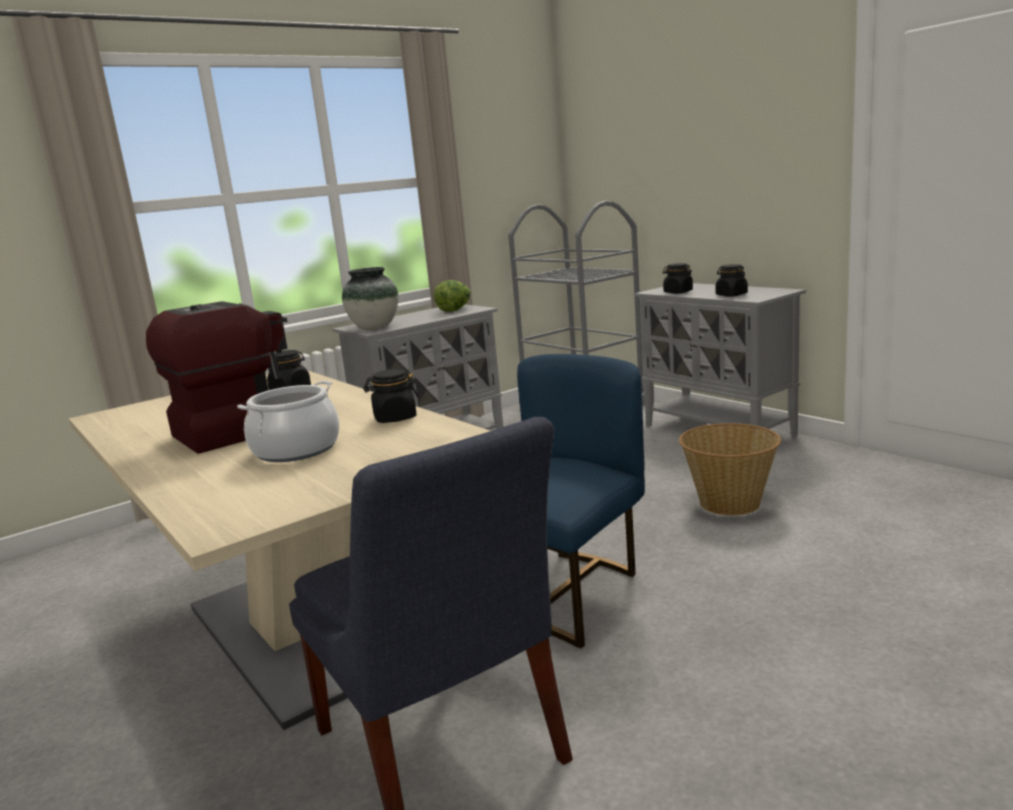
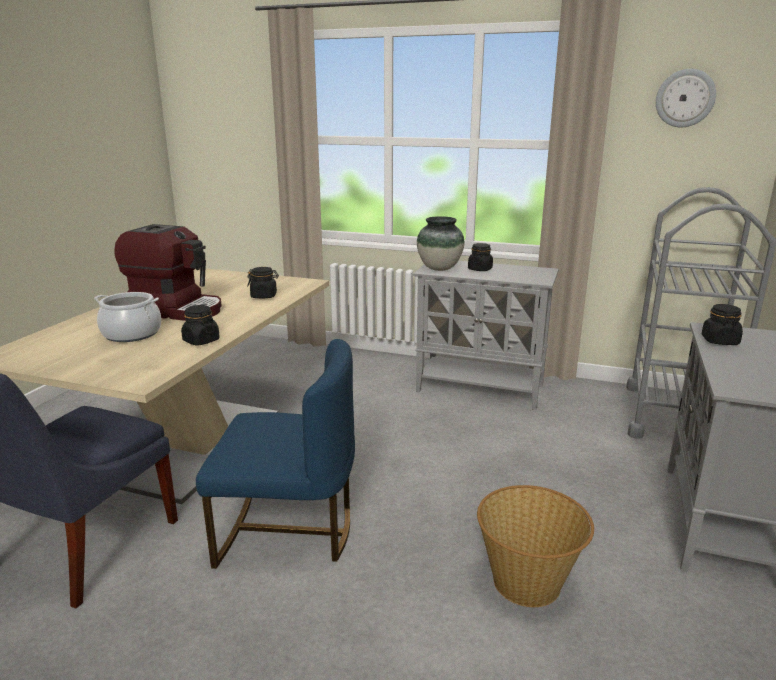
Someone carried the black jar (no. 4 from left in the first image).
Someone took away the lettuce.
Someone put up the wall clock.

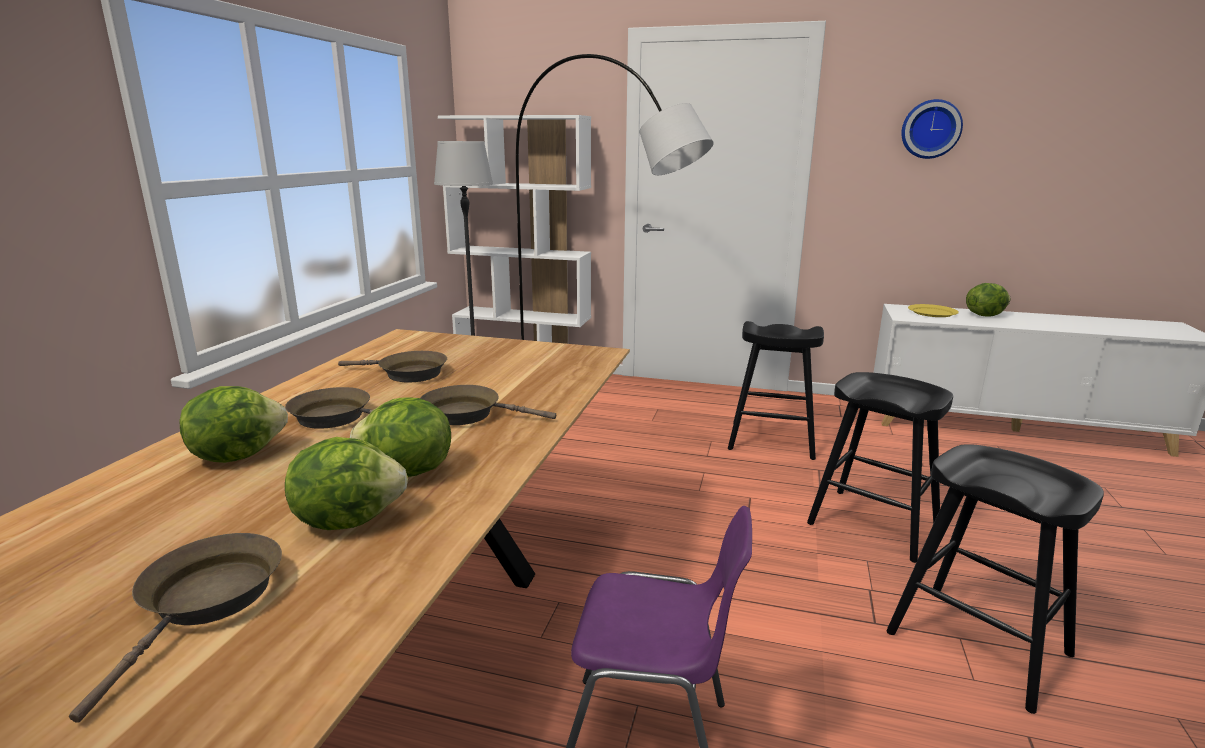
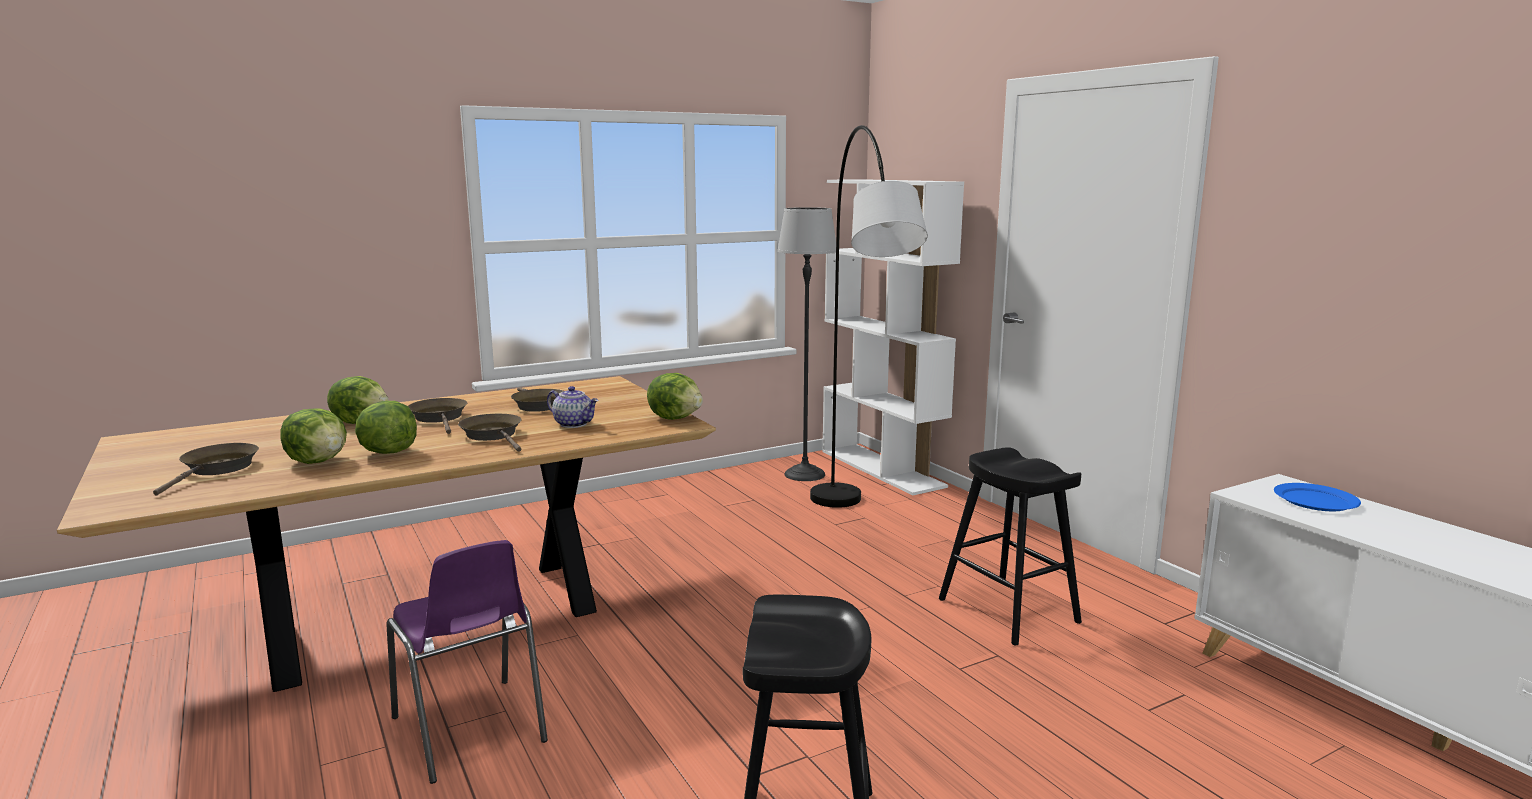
Someone took away the wall clock.
Someone carried the lettuce (no. 4 from left).
Someone repainted the yellow plate, which became the blue plate.
Someone took away the black stool (no. 2 from left).
Someone rotated the brown frying pan (no. 1 from left) by 45 degrees counterclockwise.
Someone put down the teapot.

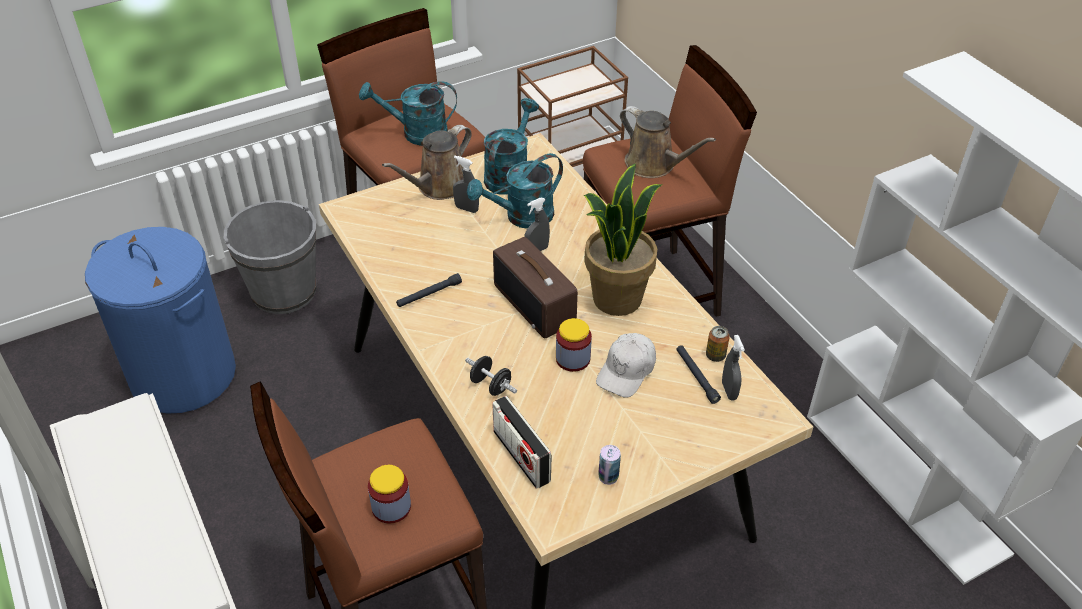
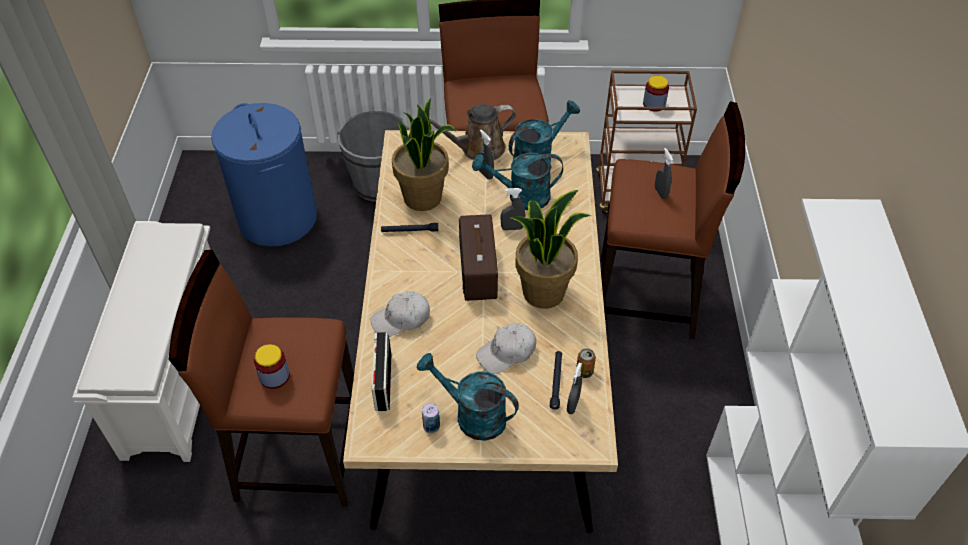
Someone carried the turquoise watering can (no. 1 from left).
Someone swapped the brown watering can (no. 2 from left) for the grey spray bottle (no. 4 from left).
Someone carried the jar (no. 2 from left).
Someone swapped the black dumbbell for the white cap (no. 1 from left).
Someone put down the potted plant (no. 1 from left).

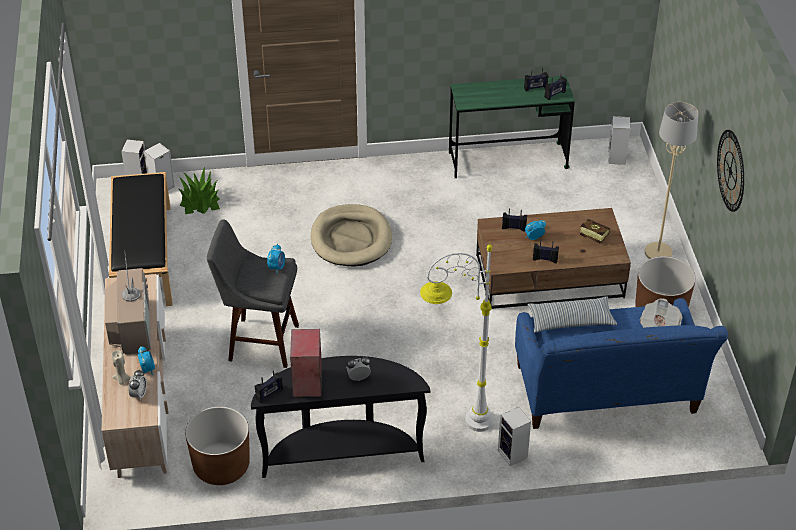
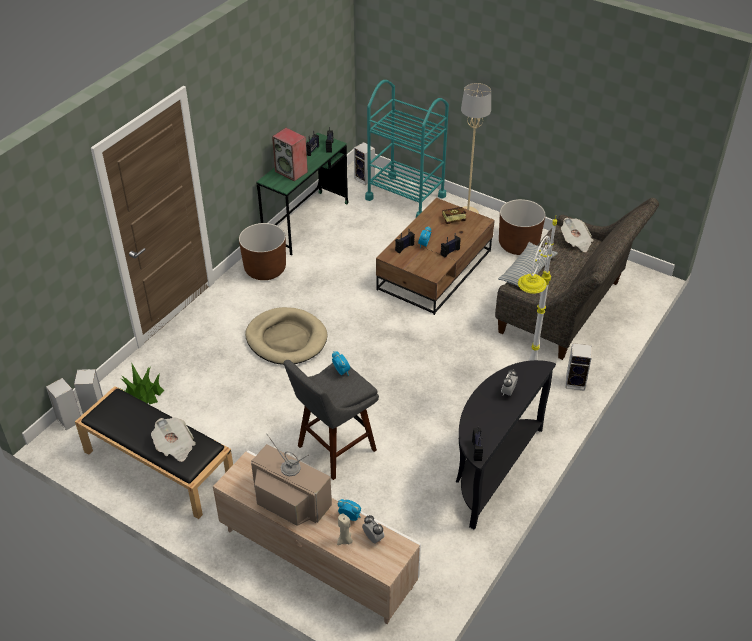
Someone took away the wall clock.
Someone repainted the blue sofa, which became the grey sofa.
Someone carried the speaker (no. 3 from left).
Someone carried the brown planter (no. 1 from left).
Someone put down the turquoise cart.
Someone put down the newspaper (no. 1 from left).

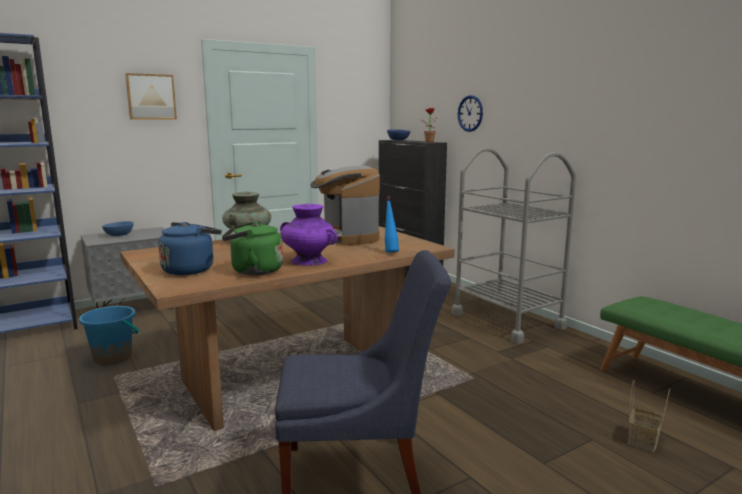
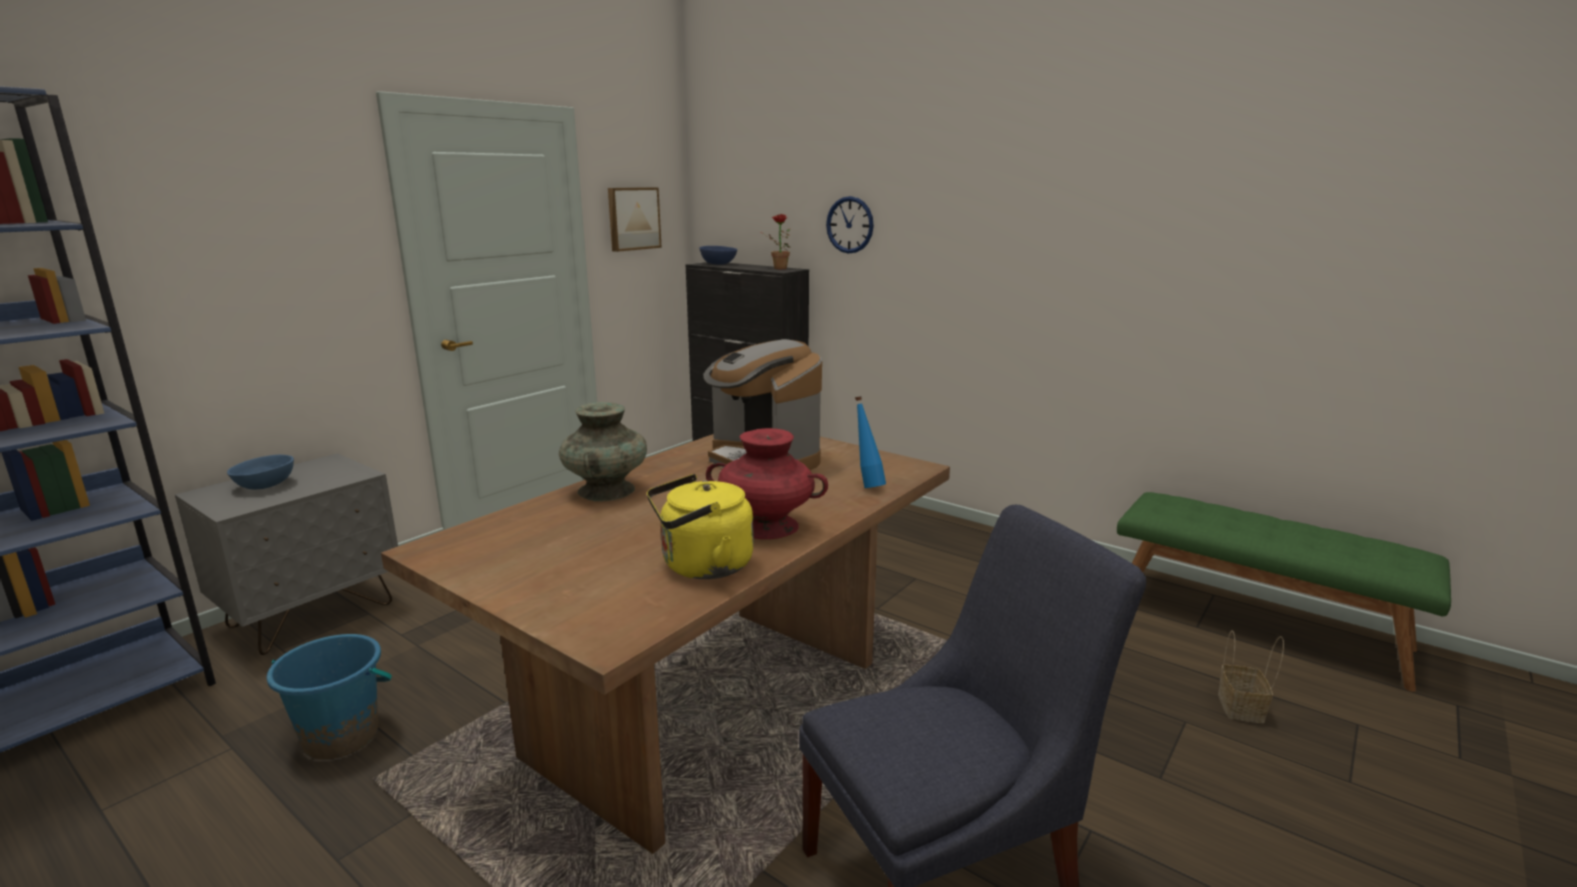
Someone carried the picture.
Someone took away the grey cart.
Someone repainted the purple vase, which became the red vase.
Someone repainted the green kettle, which became the yellow kettle.
Someone took away the blue kettle.

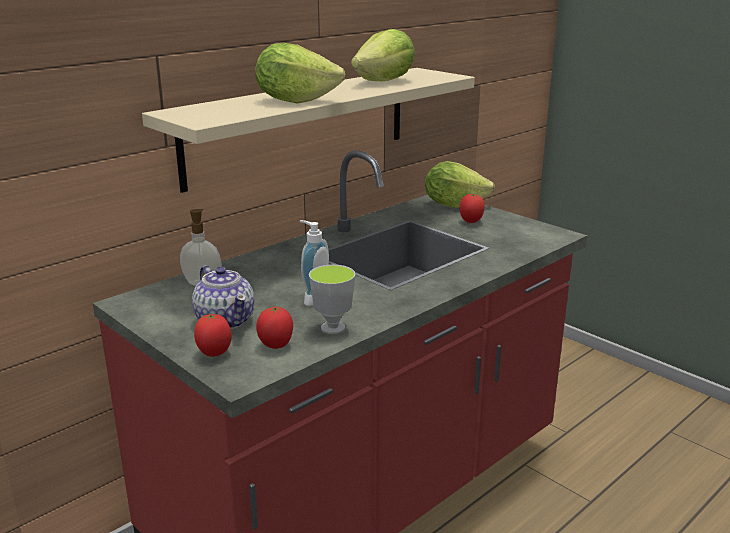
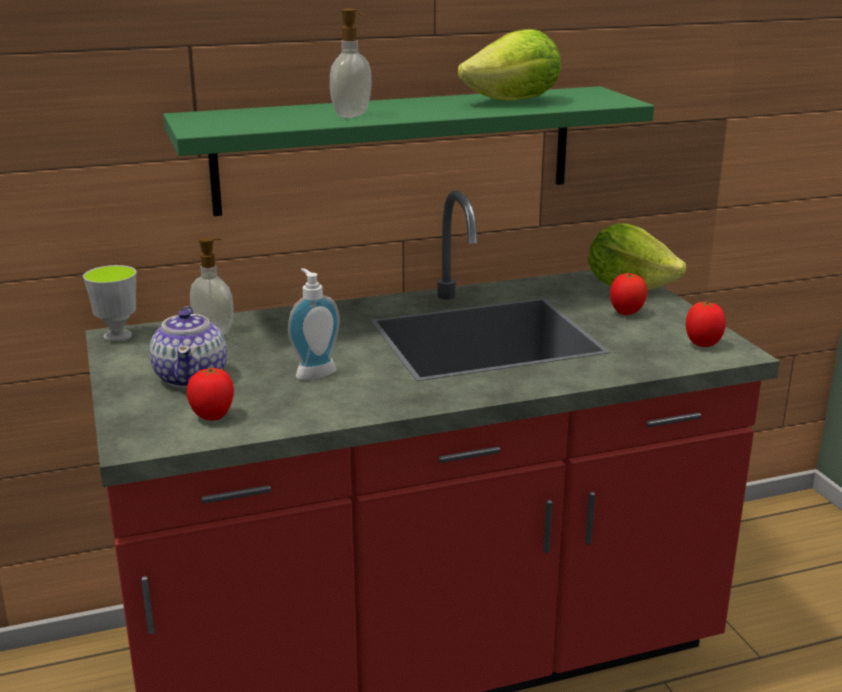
Someone swapped the lettuce (no. 1 from left) for the soap dispenser (no. 3 from left).
Someone repainted the beige shelf, which became the green shelf.
Someone carried the cup.
Someone carried the tomato (no. 1 from left in the first image).

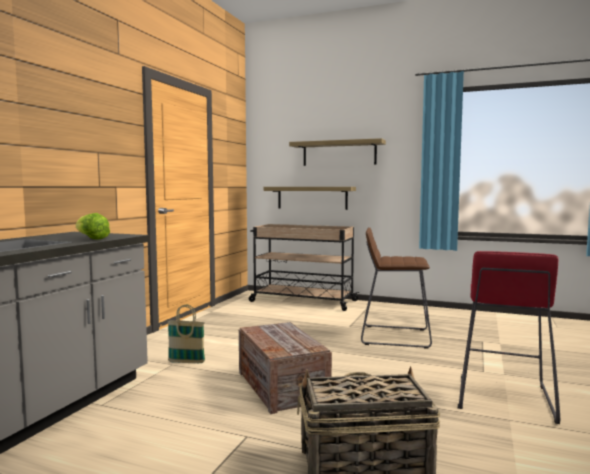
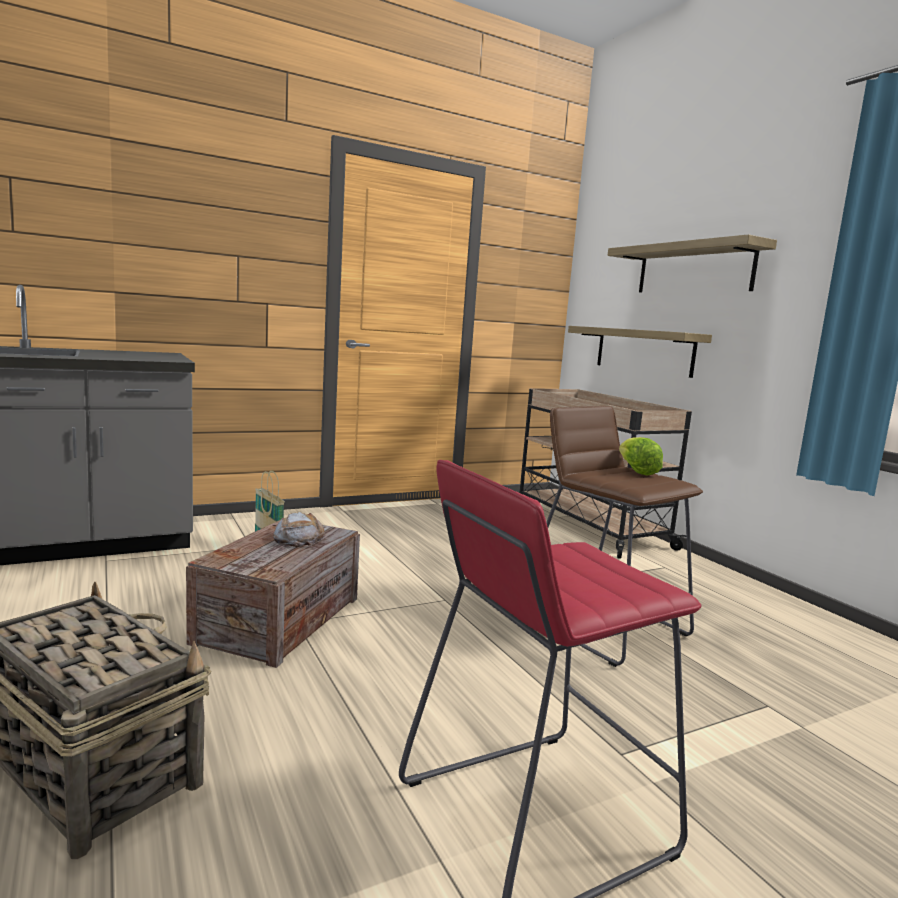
Someone carried the lettuce.
Someone put down the bread.

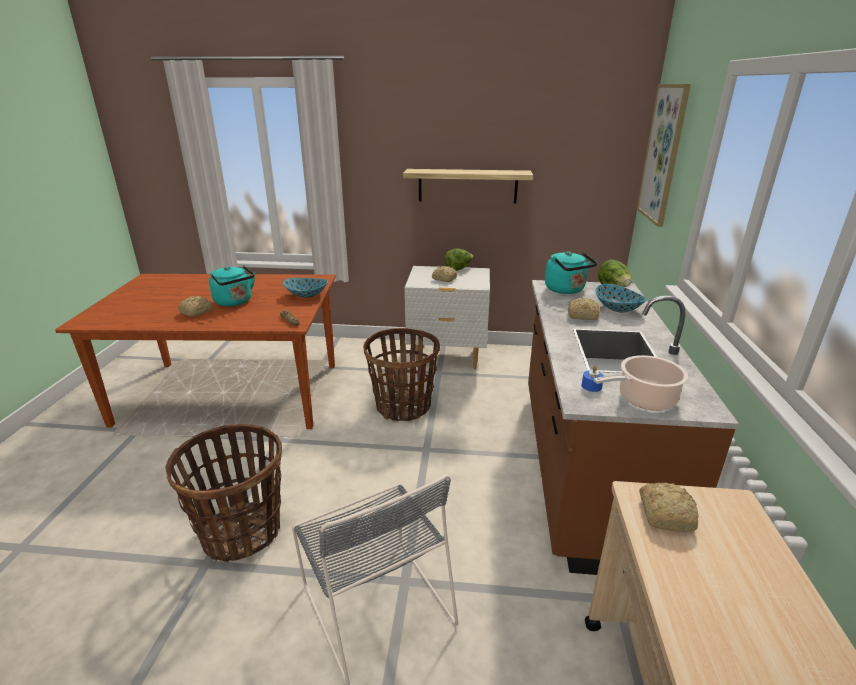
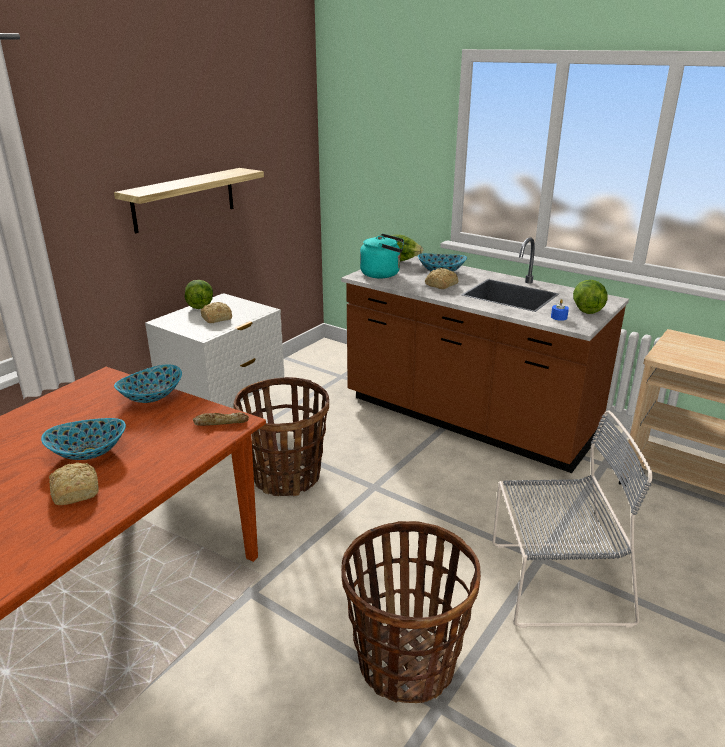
Someone took away the picture.
Someone swapped the turquoise kettle (no. 1 from left) for the bowl (no. 1 from left).
Someone swapped the cooking pot for the lettuce (no. 3 from left).
Someone took away the bread (no. 5 from left).

